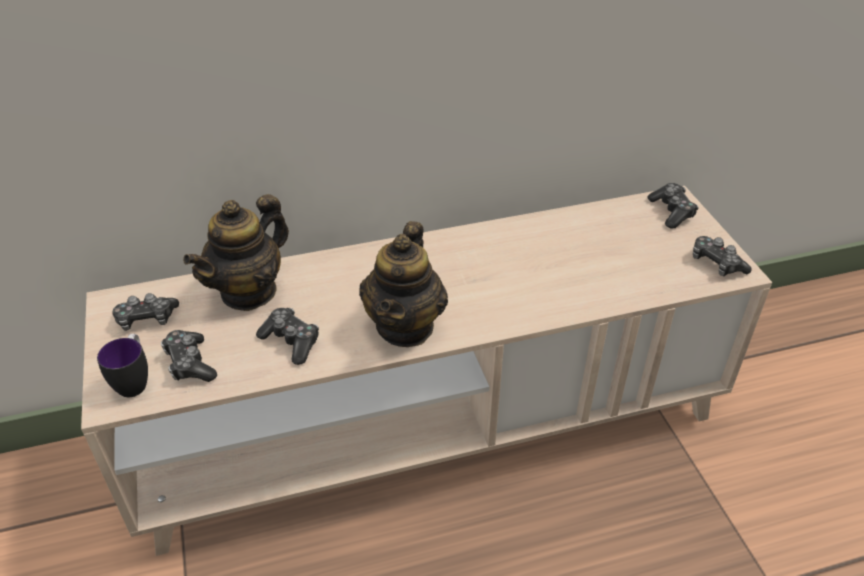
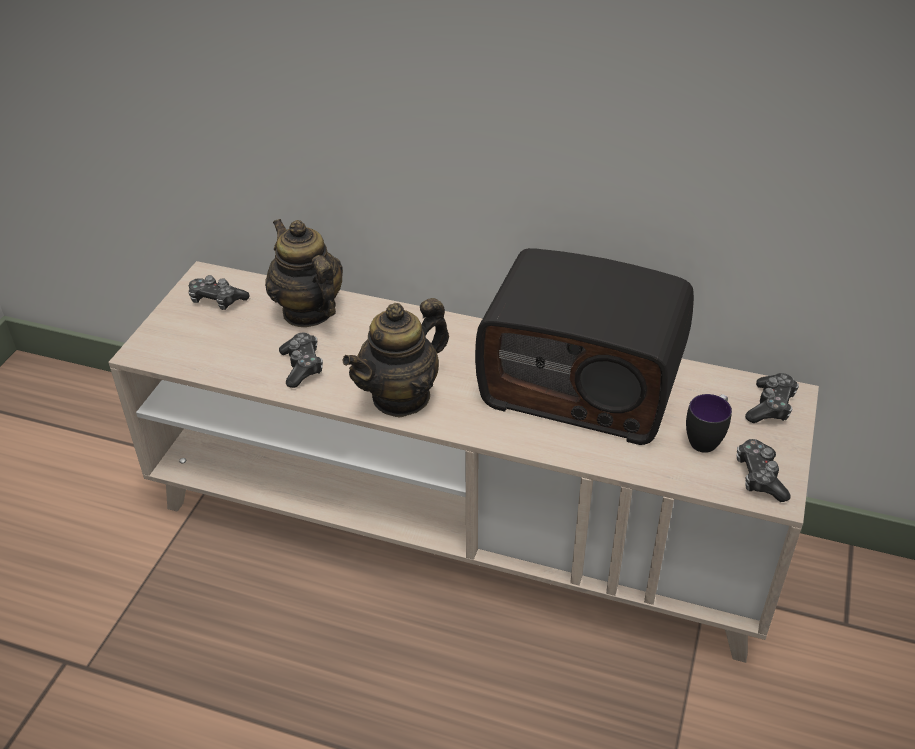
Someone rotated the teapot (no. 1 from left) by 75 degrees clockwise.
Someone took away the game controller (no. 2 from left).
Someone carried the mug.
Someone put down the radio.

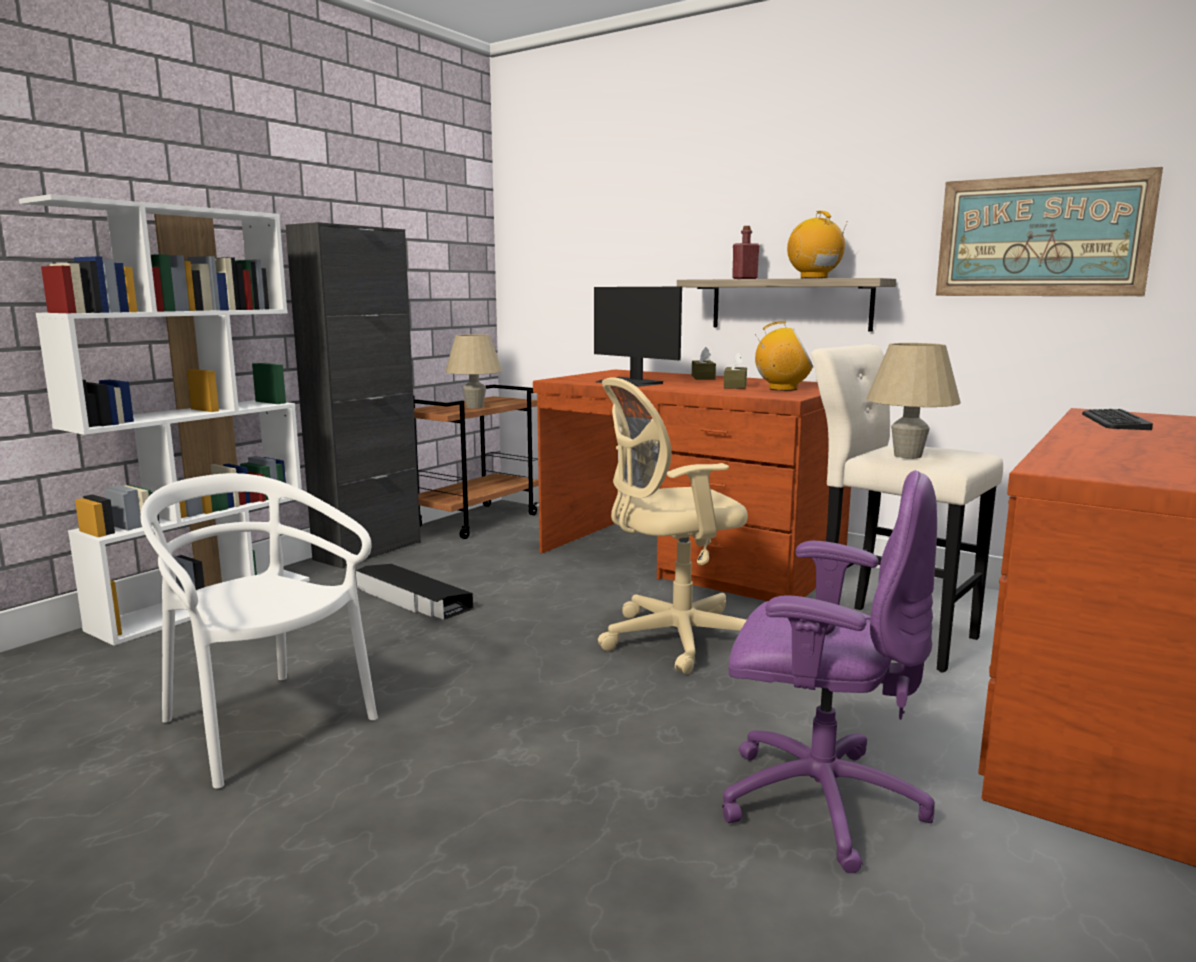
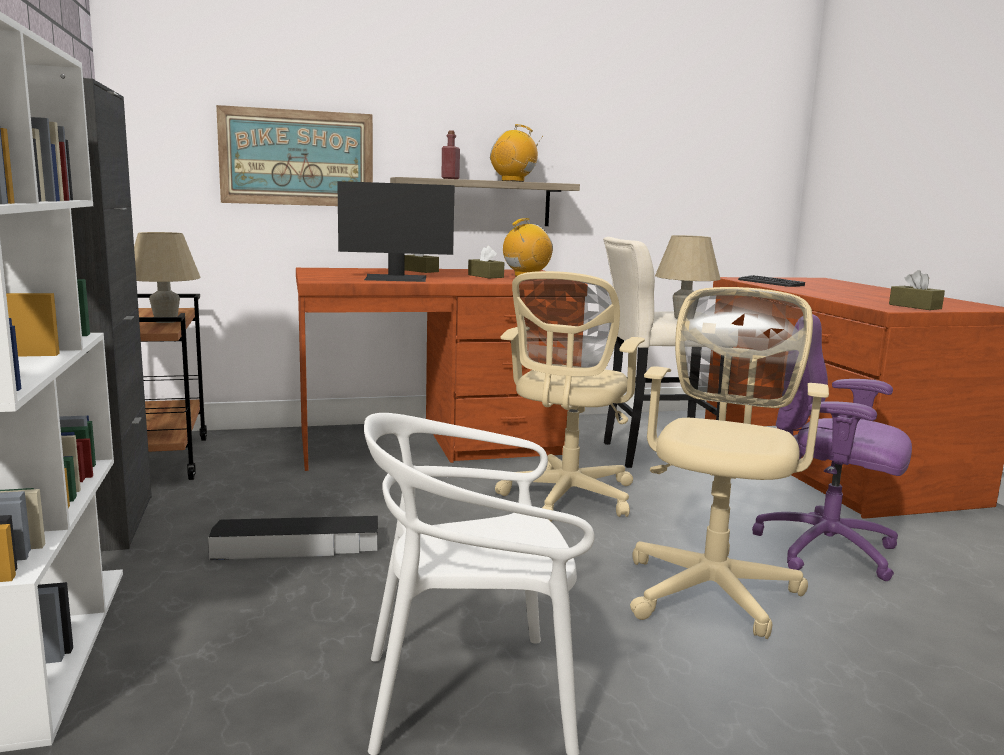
Someone carried the picture.
Someone rotated the purple office chair by 120 degrees counterclockwise.
Someone put down the brown tissue box (no. 3 from left).
Someone put down the beige office chair (no. 2 from left).

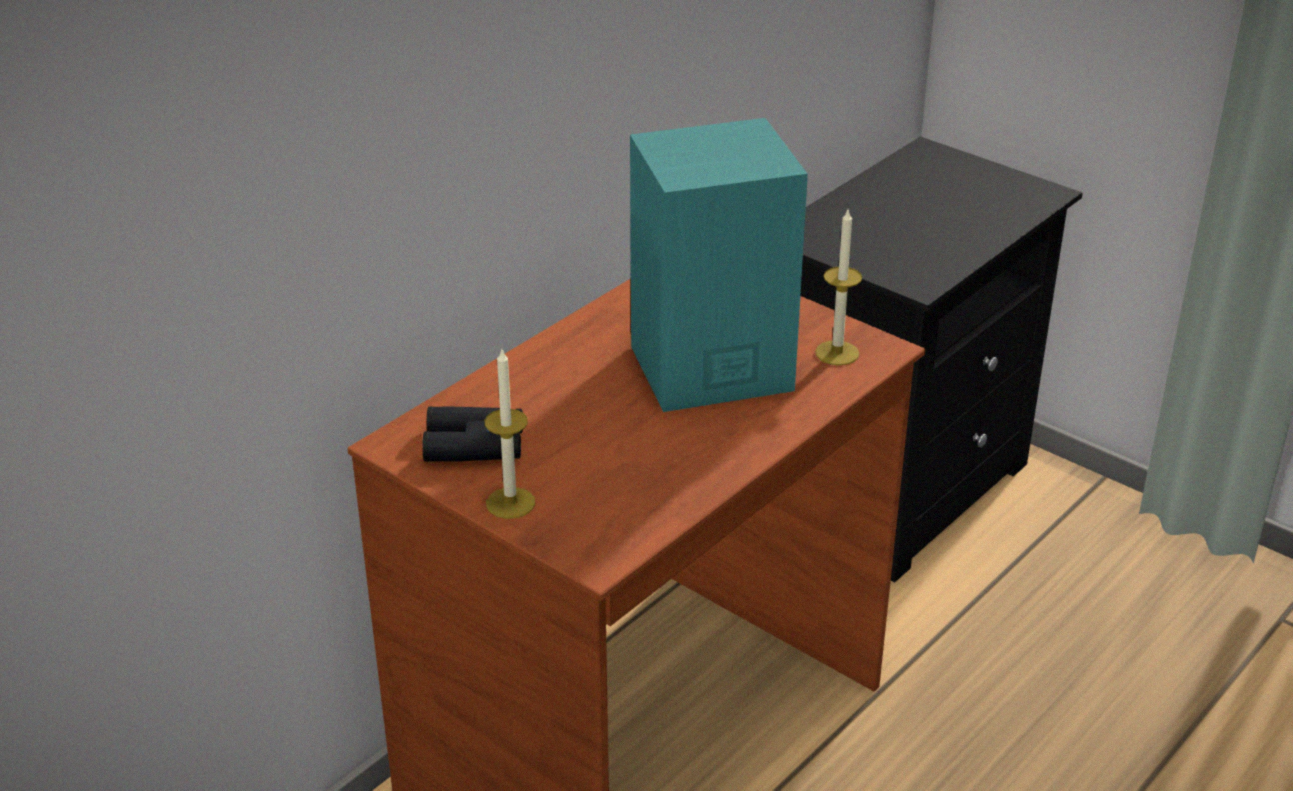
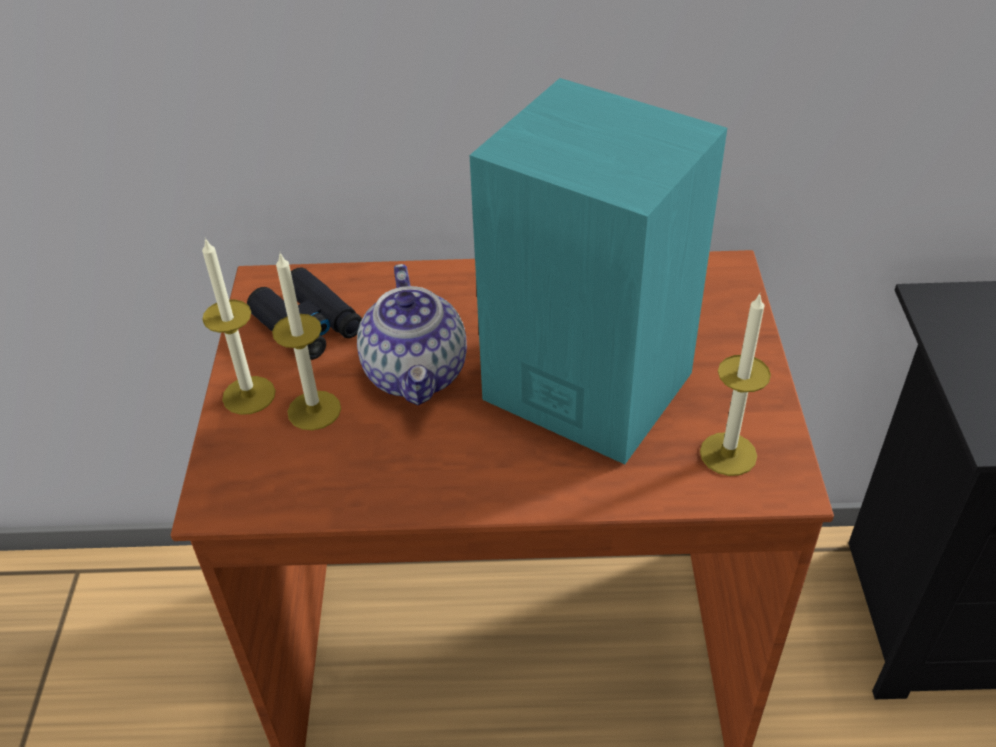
Someone put down the candle (no. 2 from left).
Someone put down the teapot.

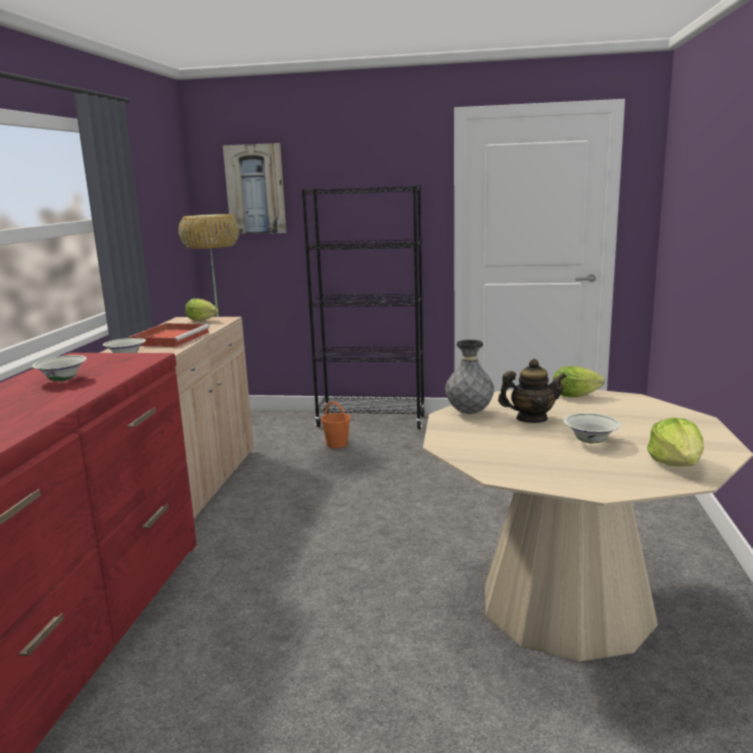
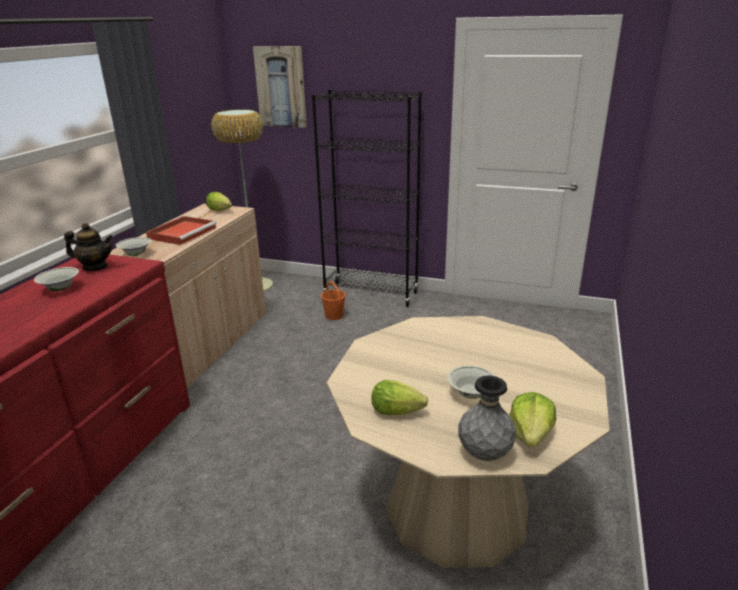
Someone carried the grey vase.
Someone carried the teapot.
Someone carried the lettuce (no. 2 from left).

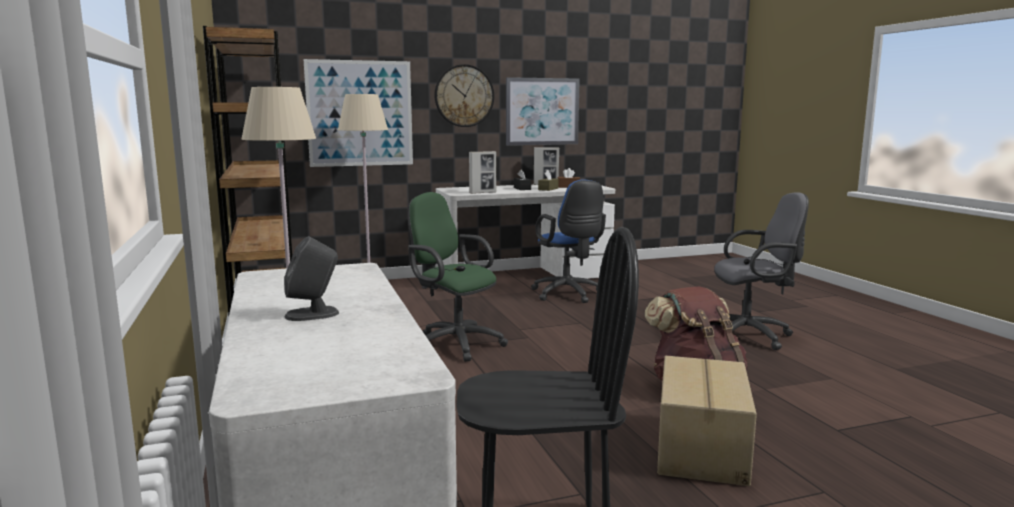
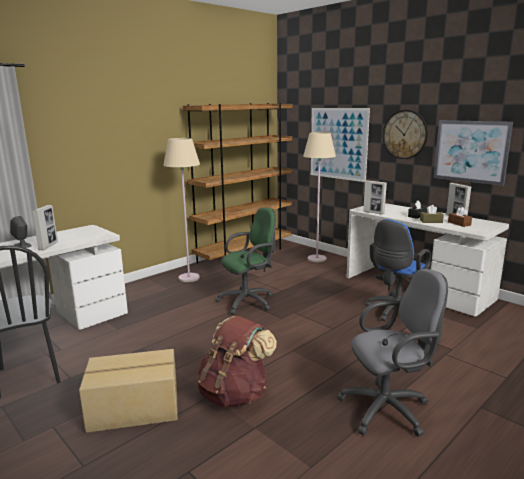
Someone rotated the green office chair by 45 degrees clockwise.
Someone rotated the grey office chair by 75 degrees counterclockwise.
Someone put down the picture frame (no. 1 from left).

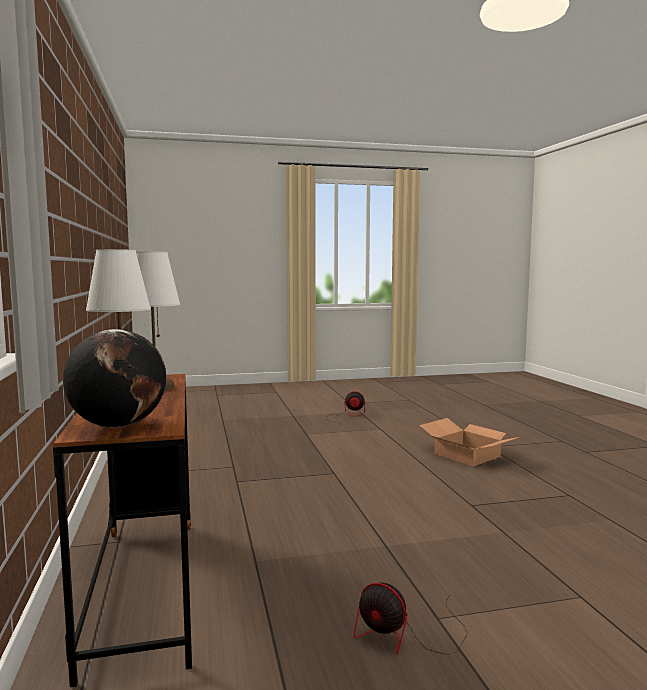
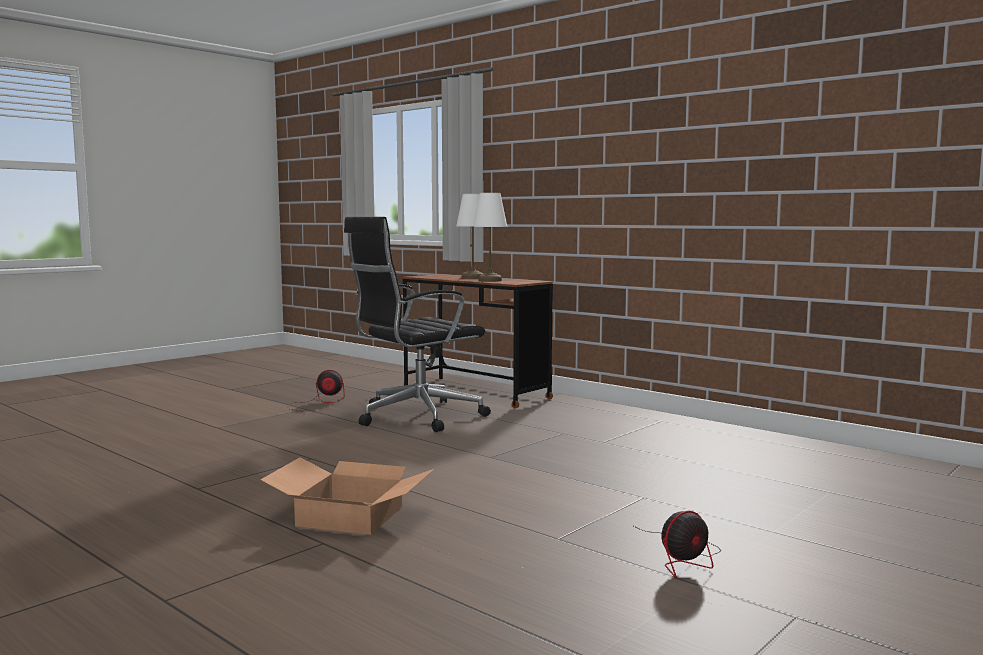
Someone took away the globe.
Someone put down the black office chair.

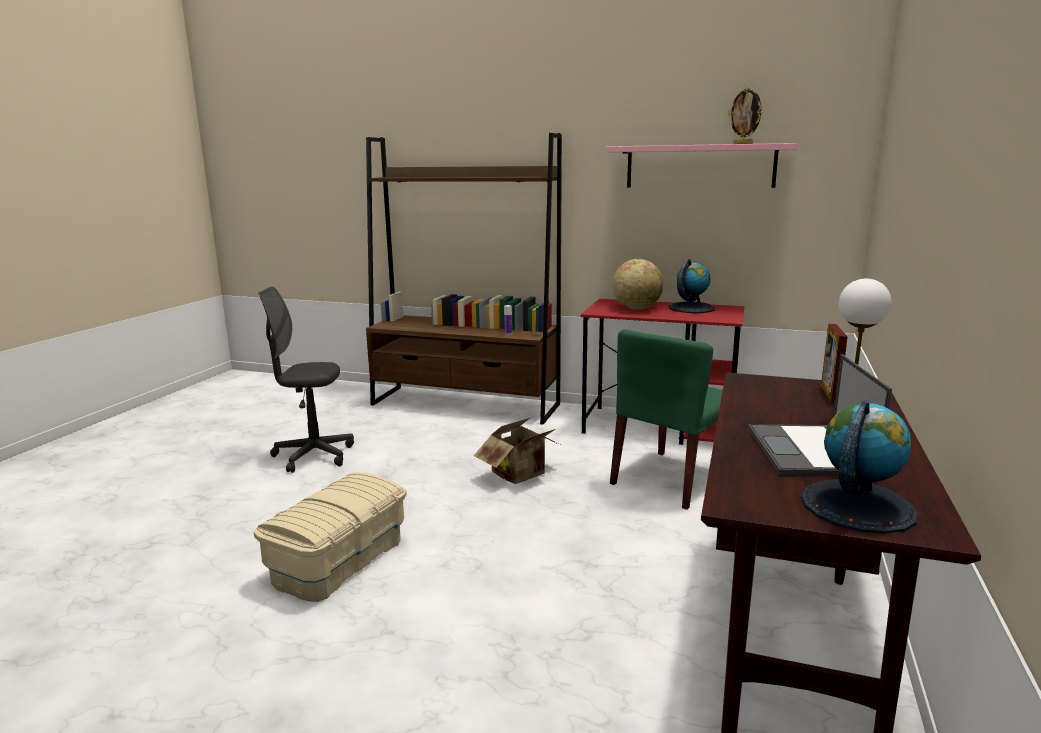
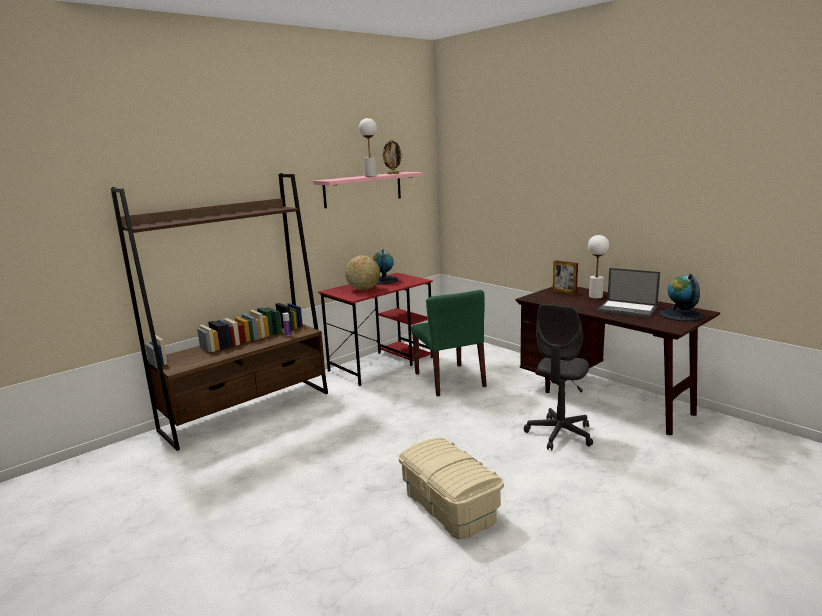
Someone carried the grey office chair.
Someone took away the cardboard box.
Someone put down the white table lamp (no. 1 from left).

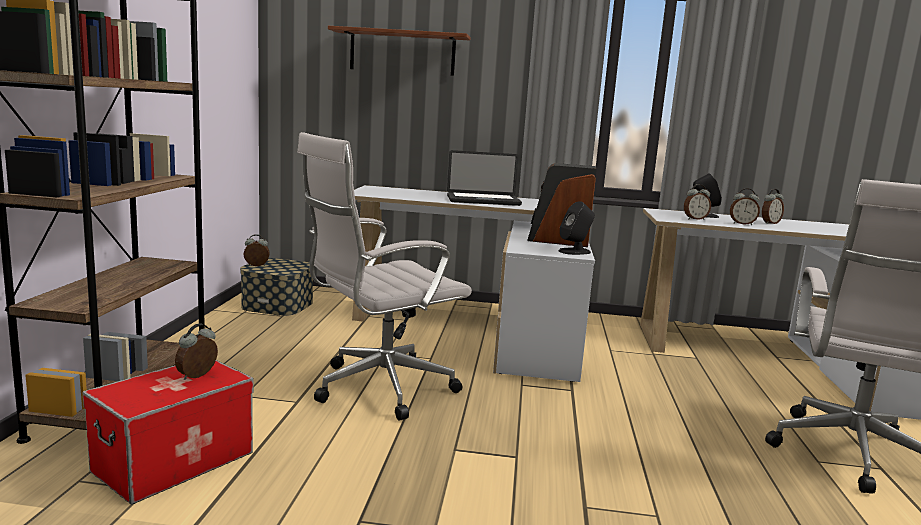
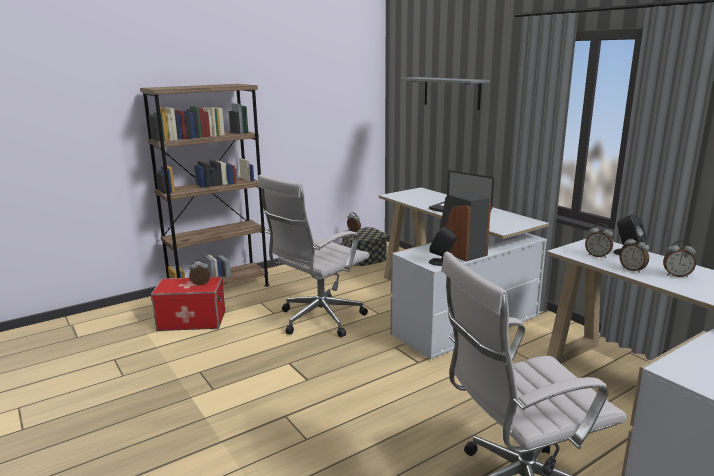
Someone repainted the brown shelf, which became the grey shelf.
Someone rotated the white office chair (no. 1 from left) by 60 degrees counterclockwise.

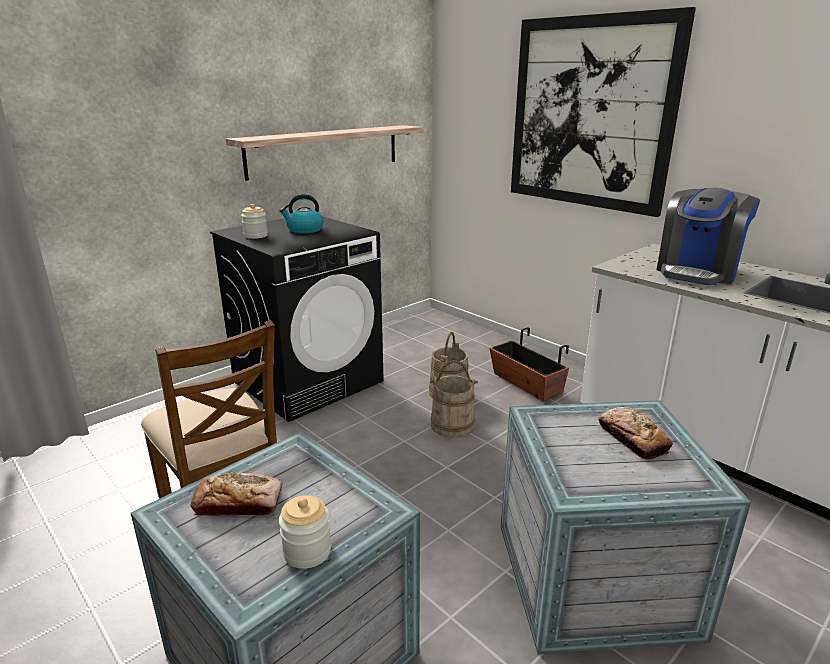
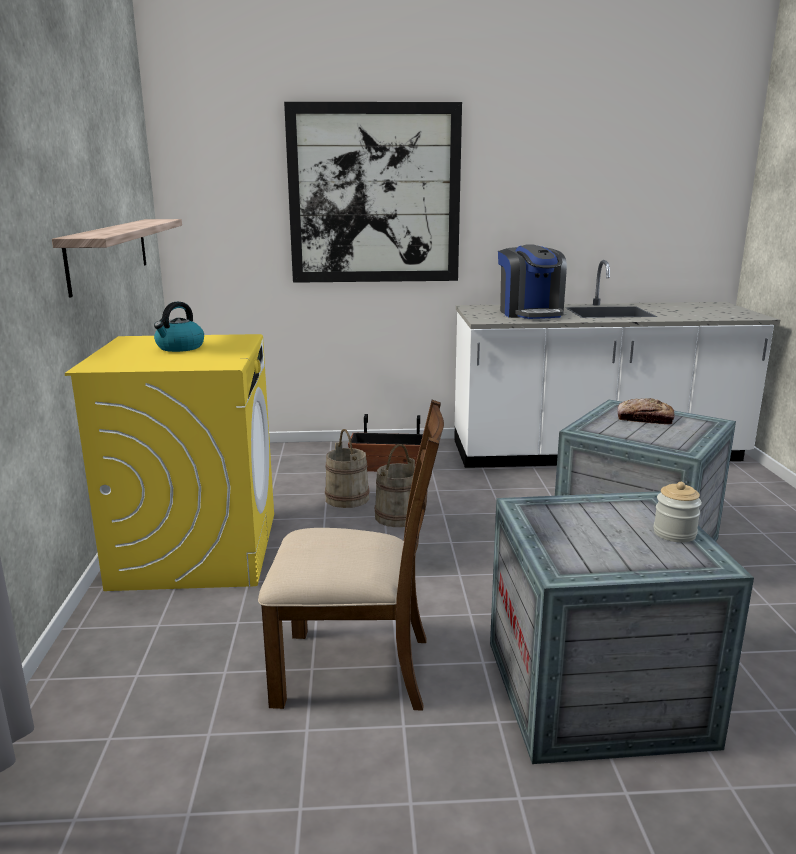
Someone took away the jar (no. 1 from left).
Someone repainted the black washing machine, which became the yellow washing machine.
Someone took away the bread (no. 1 from left).

